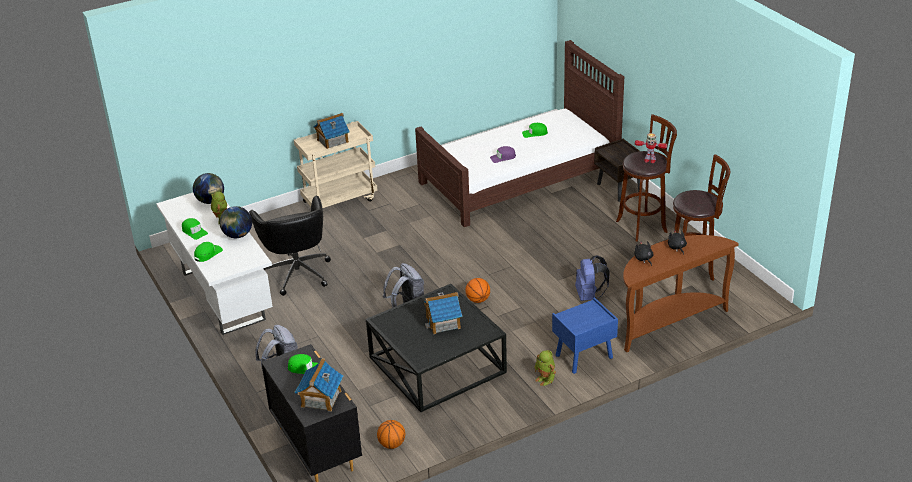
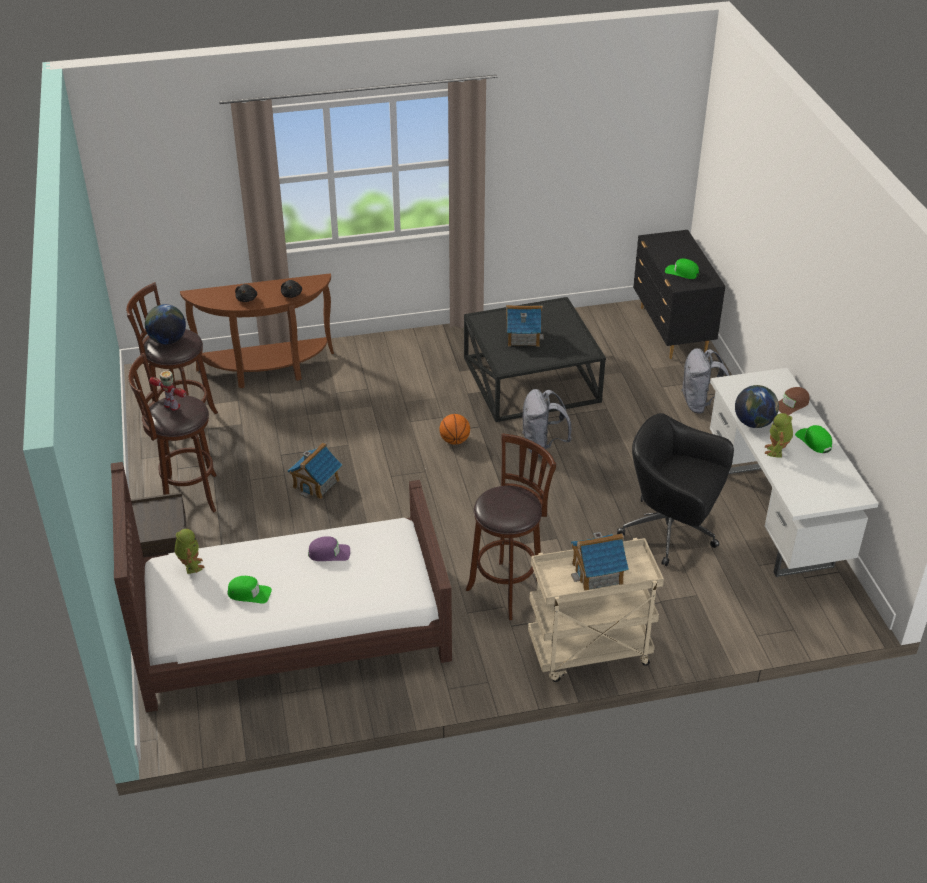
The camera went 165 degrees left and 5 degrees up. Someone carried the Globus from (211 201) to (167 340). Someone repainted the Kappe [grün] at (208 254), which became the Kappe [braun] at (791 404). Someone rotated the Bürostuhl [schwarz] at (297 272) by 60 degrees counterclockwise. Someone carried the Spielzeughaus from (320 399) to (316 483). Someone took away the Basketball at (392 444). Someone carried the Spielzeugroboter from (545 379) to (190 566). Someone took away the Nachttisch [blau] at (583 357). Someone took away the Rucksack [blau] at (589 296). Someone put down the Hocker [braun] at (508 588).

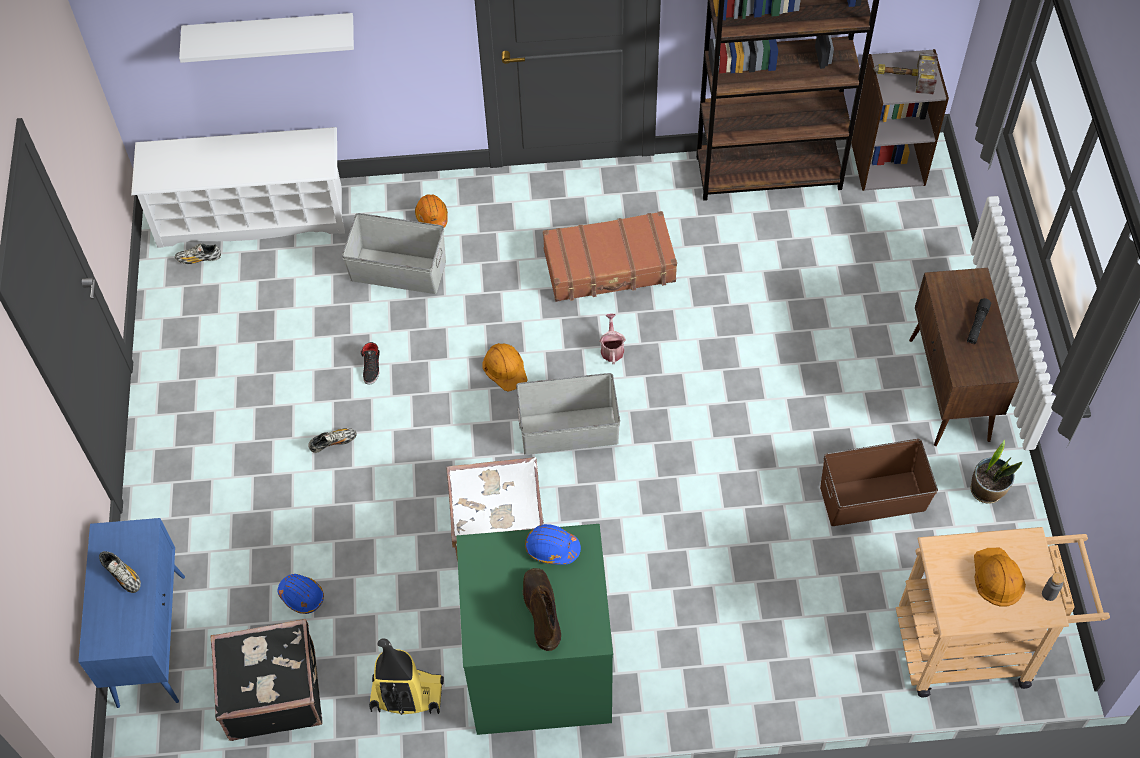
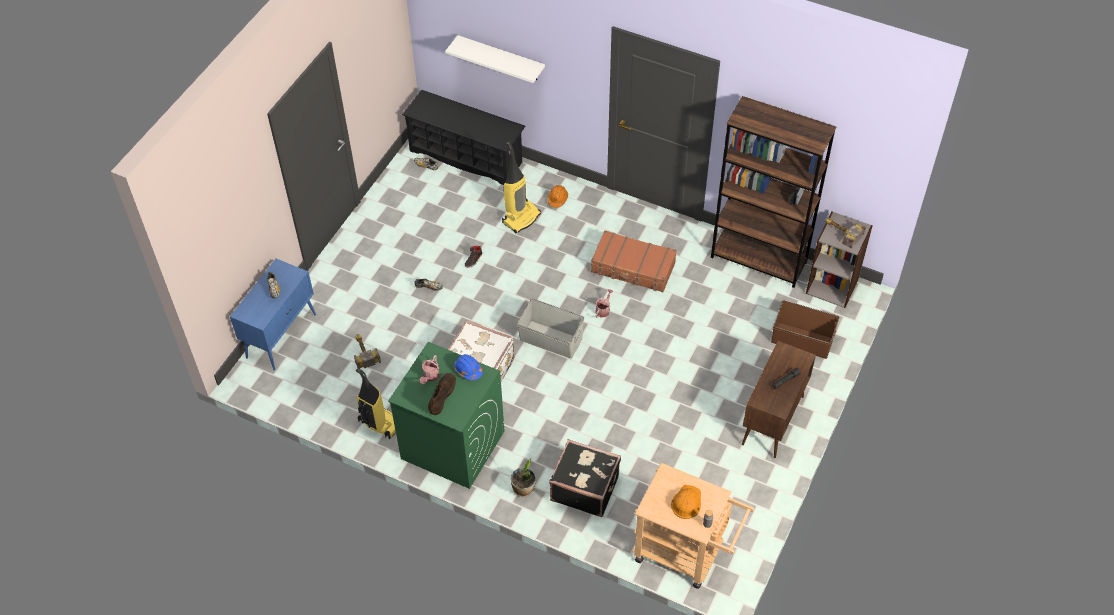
The camera went 30 degrees right and 5 degrees down. Someone repainted the Schuhregal [weiß] at (252 216), which became the Schuhregal [schwarz] at (466 157). Someone carried the Koffer [schwarz] from (272 691) to (584 487). Someone swapped the Schutzhelm [blau] at (302 596) for the Hammer at (363 352). Someone swapped the Aufbewahrungsbox [grau] at (398 270) for the Staubsauger at (521 218). Someone took away the Schutzhelm [orange] at (505 368). Someone carried the Aufbewahrungsbox [braun] from (873 499) to (802 340). Someone carried the Topfpflanze from (987 490) to (523 489). Someone put down the Gießkanne at (430 376).

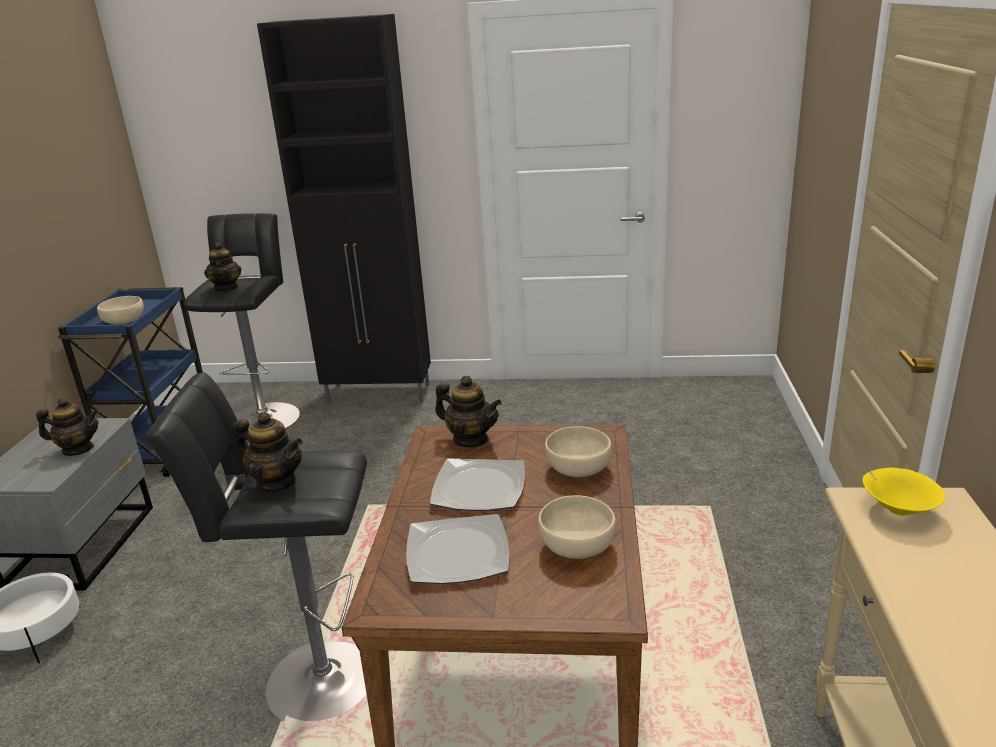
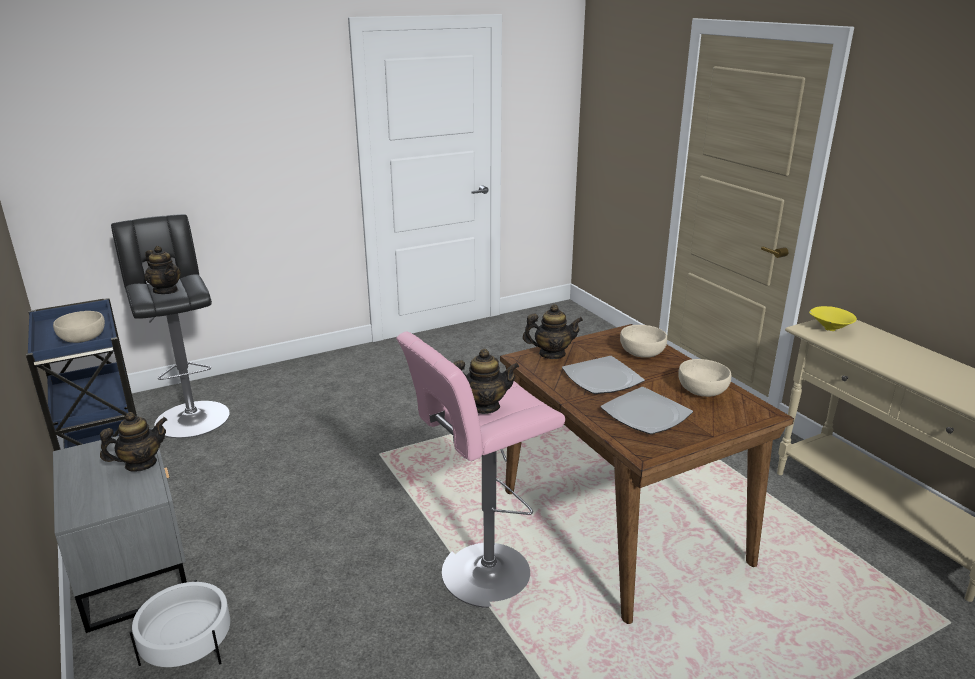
The camera went 35 degrees left and 0 degrees up. Someone repainted the Hocker [schwarz] at (315 681), which became the Hocker [rosa] at (482 575). Someone took away the Schrank [schwarz] at (380 394).

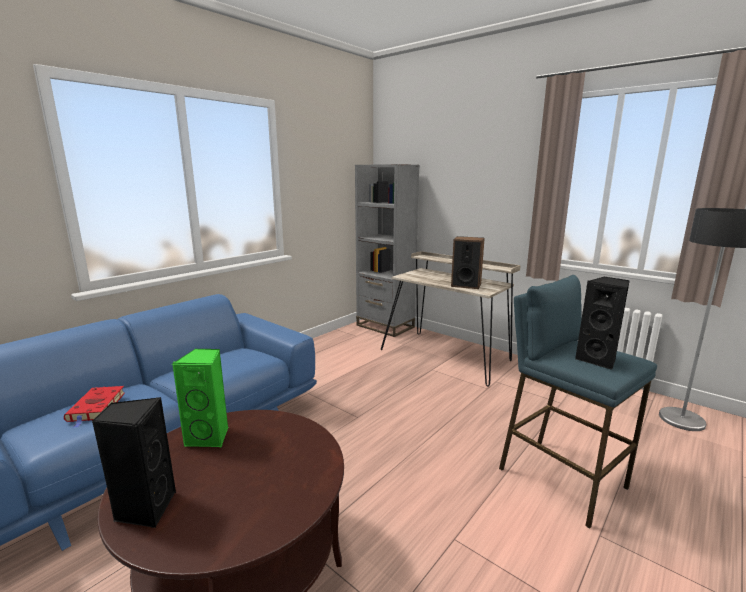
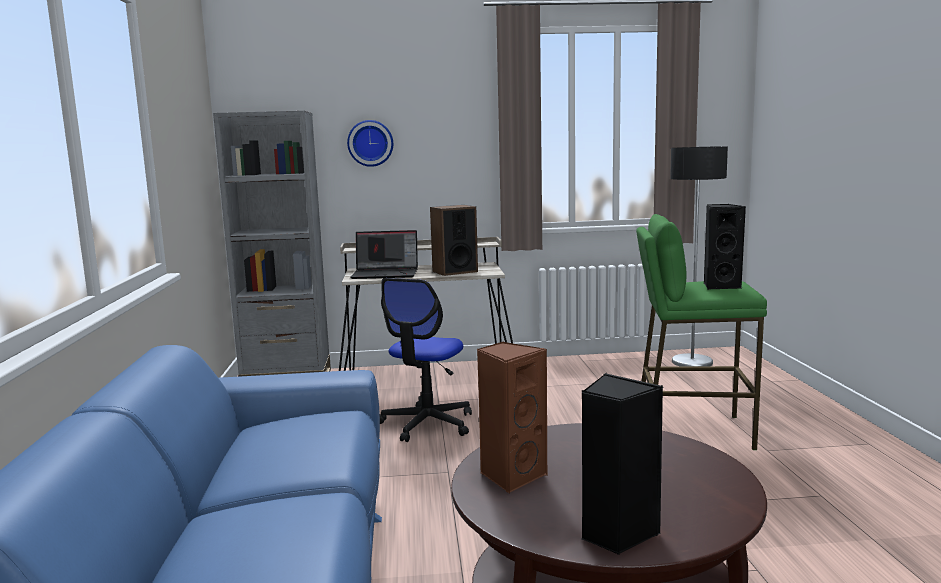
The camera went 45 degrees left and 5 degrees down. Someone took away the Buch [rot] at (96 408). Someone repainted the Lautsprecher [grün] at (210 437), which became the Lautsprecher [braun] at (511 476). Someone repainted the Hocker [blau] at (560 478), which became the Hocker [grün] at (691 431). Someone put up the Wanduhr at (370 143). Someone put down the Laptop at (386 274). Someone put down the Bürostuhl at (427 424).

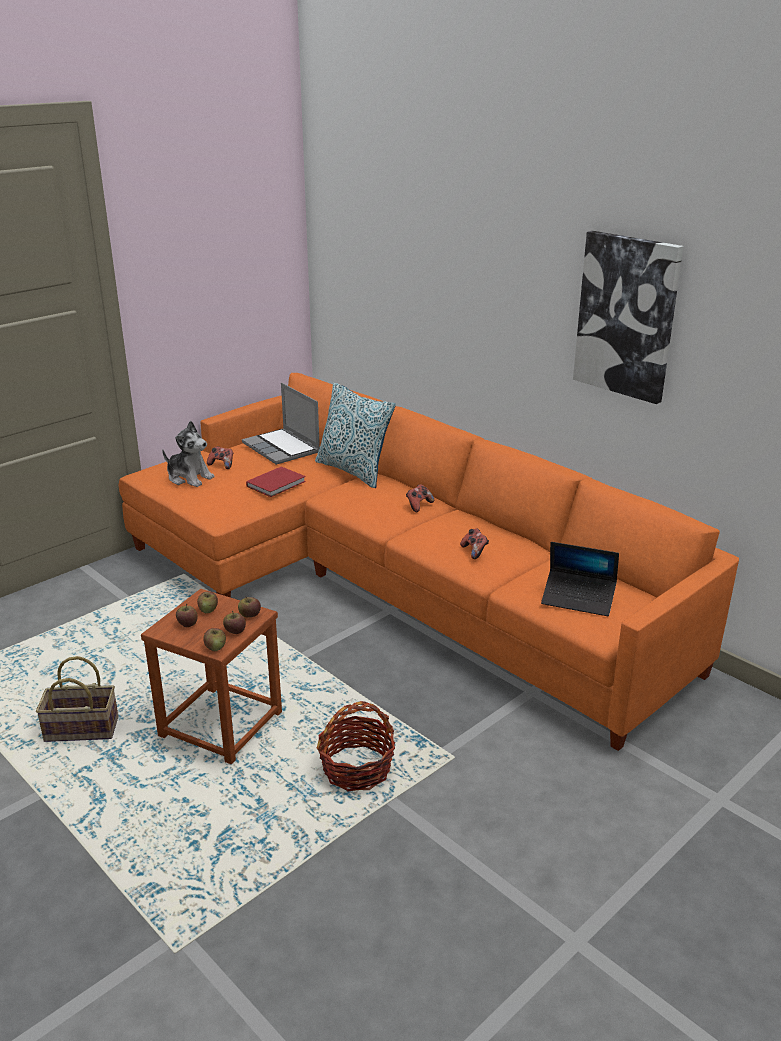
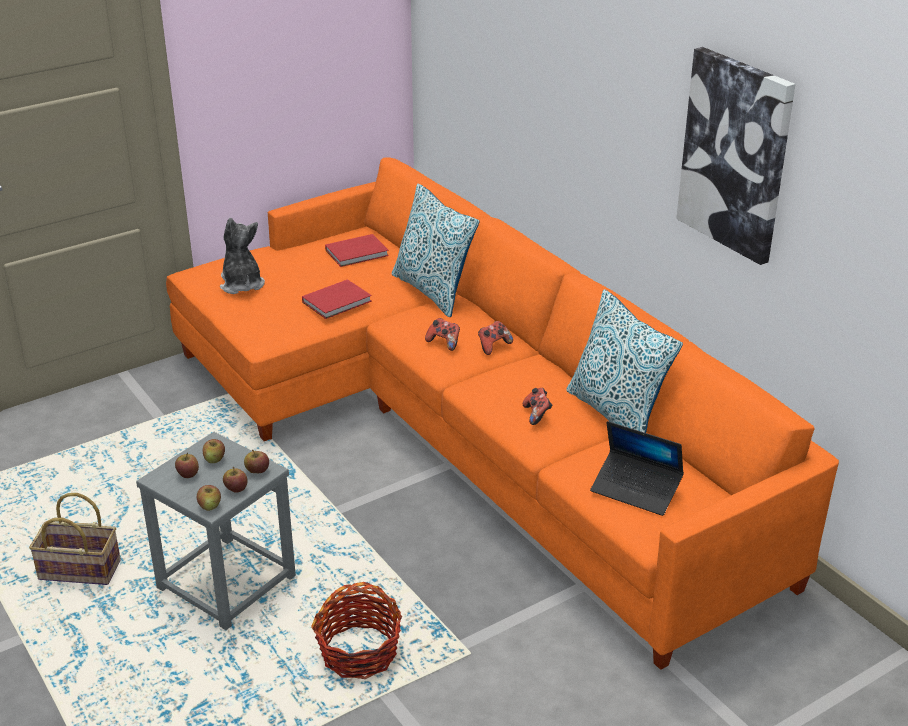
The camera went 10 degrees right and 5 degrees up. Someone repainted the Hocker [braun] at (220 725), which became the Hocker [grau] at (225 583). Someone rotated the Plüschtier at (189 478) by 150 degrees counterclockwise. Someone carried the Gamepad from (222 465) to (444 343). Someone swapped the Laptop at (282 448) for the Buch [rot] at (358 253). Someone put down the Kissen at (616 415).

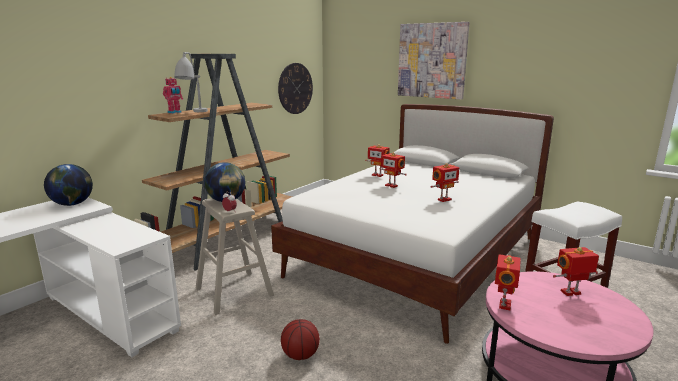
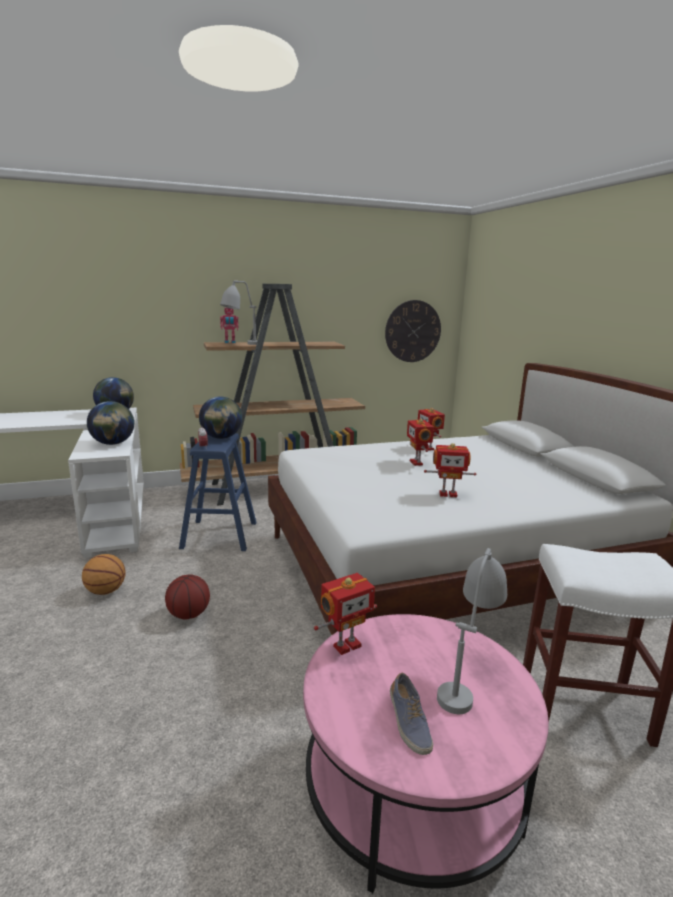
The camera went 35 degrees right and 0 degrees up. Someone repainted the Hocker [beige] at (234 291), which became the Hocker [blau] at (219 535). Someone took away the Bild at (432 60). Someone swapped the Spielzeugroboter at (571 293) for the Tischlampe [grau] at (467 676). Someone put down the Basketball at (106 591). Someone put down the Globus at (113 443). Someone put down the Schuh at (408 723).

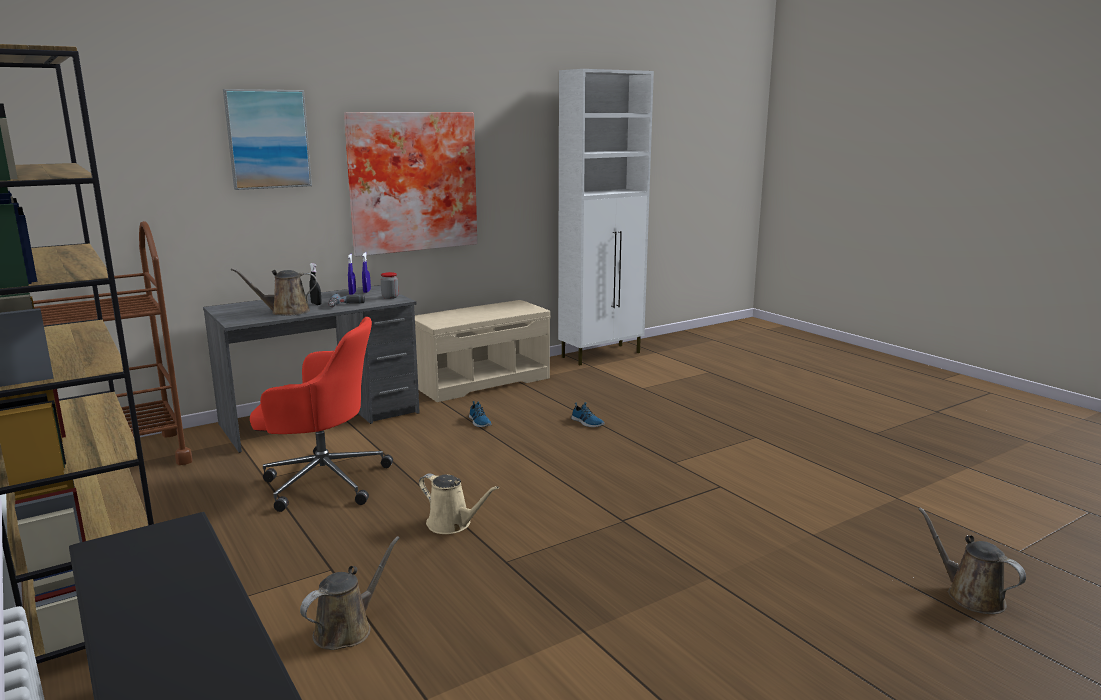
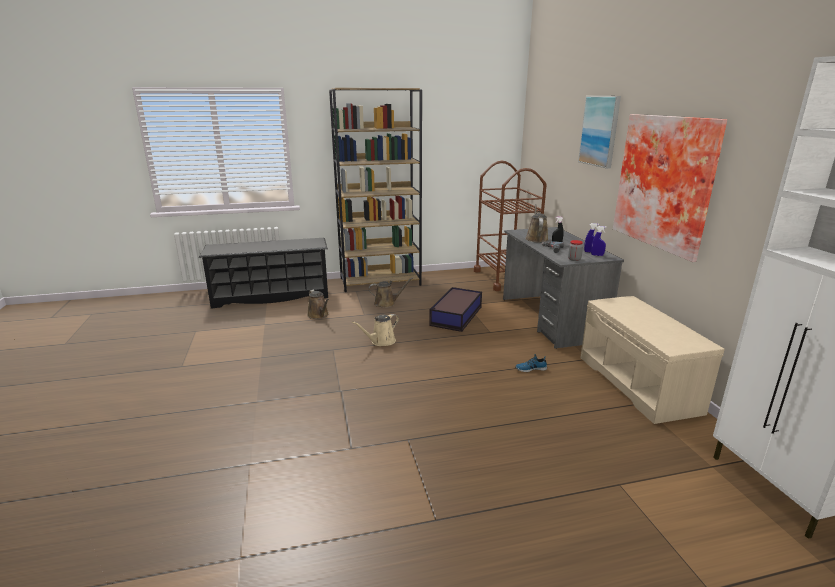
The camera went 110 degrees right and 5 degrees up. Someone swapped the Bürostuhl [rot] at (323 481) for the Aufbewahrungsbox at (455 316). Someone took away the Schuh at (587 422). Someone carried the Gießkanne [braun] from (970 595) to (387 303).

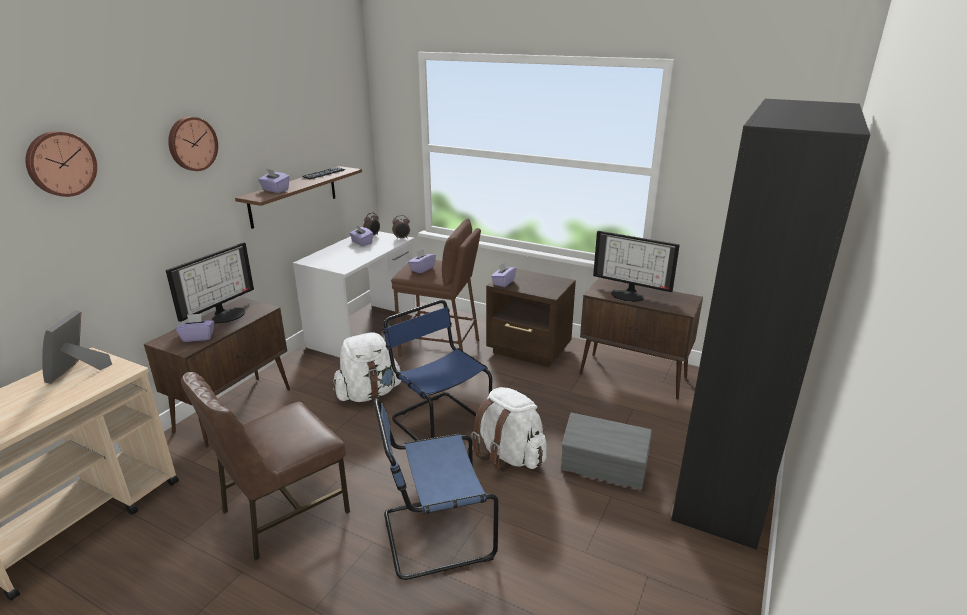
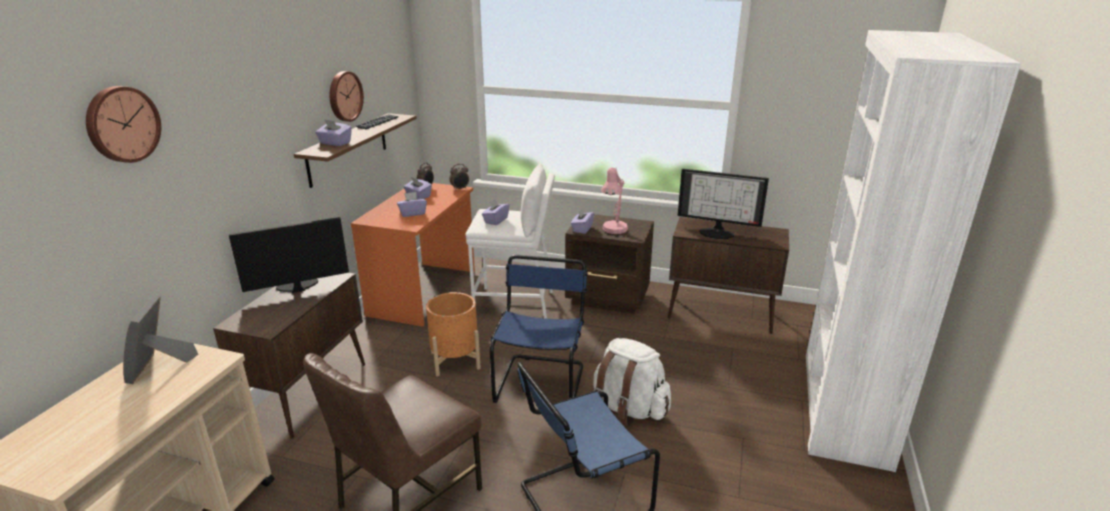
The camera went 10 degrees left and 0 degrees up. Someone rotated the Monitor at (226 314) by 135 degrees counterclockwise. Someone carried the Wanduhr from (191 143) to (344 96). Someone carried the Taschentuchbox [lila] from (198 337) to (412 213). Someone repainted the Schreibtisch [weiß] at (364 330), which became the Schreibtisch [orange] at (424 292). Someone swapped the Rucksack [weiß] at (368 394) for the Pflanzkübel [orange] at (455 360). Someone rotated the Stuhl [blau] at (438 421) by 60 degrees clockwise. Someone repainted the Hocker [braun] at (440 348), which became the Hocker [weiß] at (514 304). Someone took away the Aufbewahrungsbox [grau] at (604 468). Someone repainted the Bücherregal [schwarz] at (725 478), which became the Bücherregal [weiß] at (843 407). Someone put down the Tischlampe [rosa] at (613 231).

